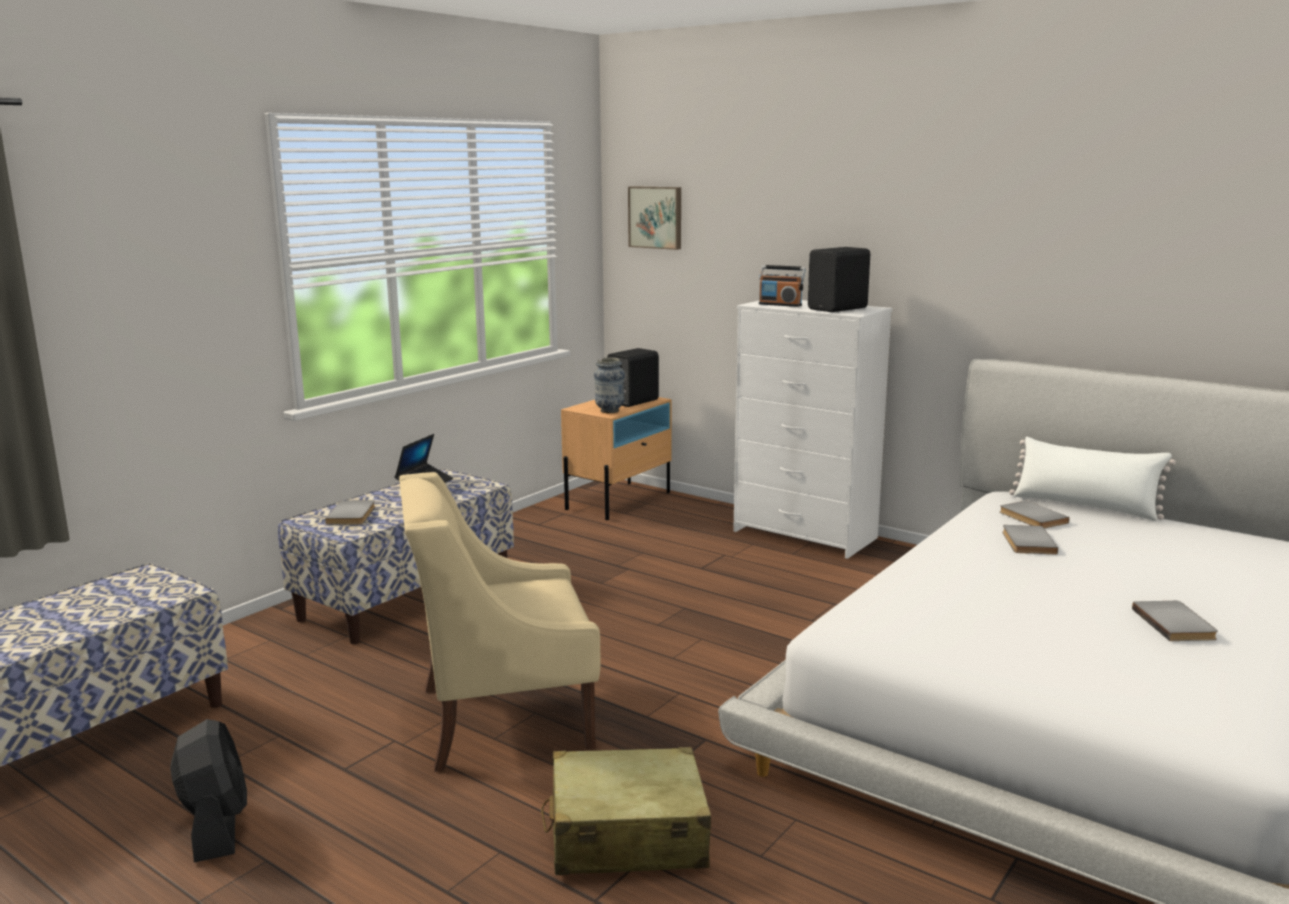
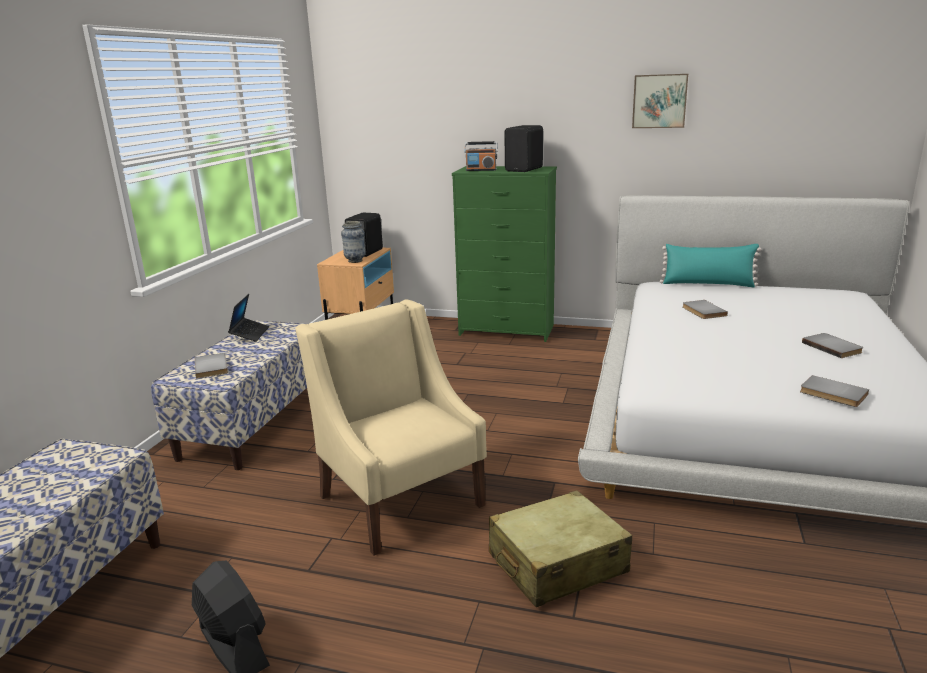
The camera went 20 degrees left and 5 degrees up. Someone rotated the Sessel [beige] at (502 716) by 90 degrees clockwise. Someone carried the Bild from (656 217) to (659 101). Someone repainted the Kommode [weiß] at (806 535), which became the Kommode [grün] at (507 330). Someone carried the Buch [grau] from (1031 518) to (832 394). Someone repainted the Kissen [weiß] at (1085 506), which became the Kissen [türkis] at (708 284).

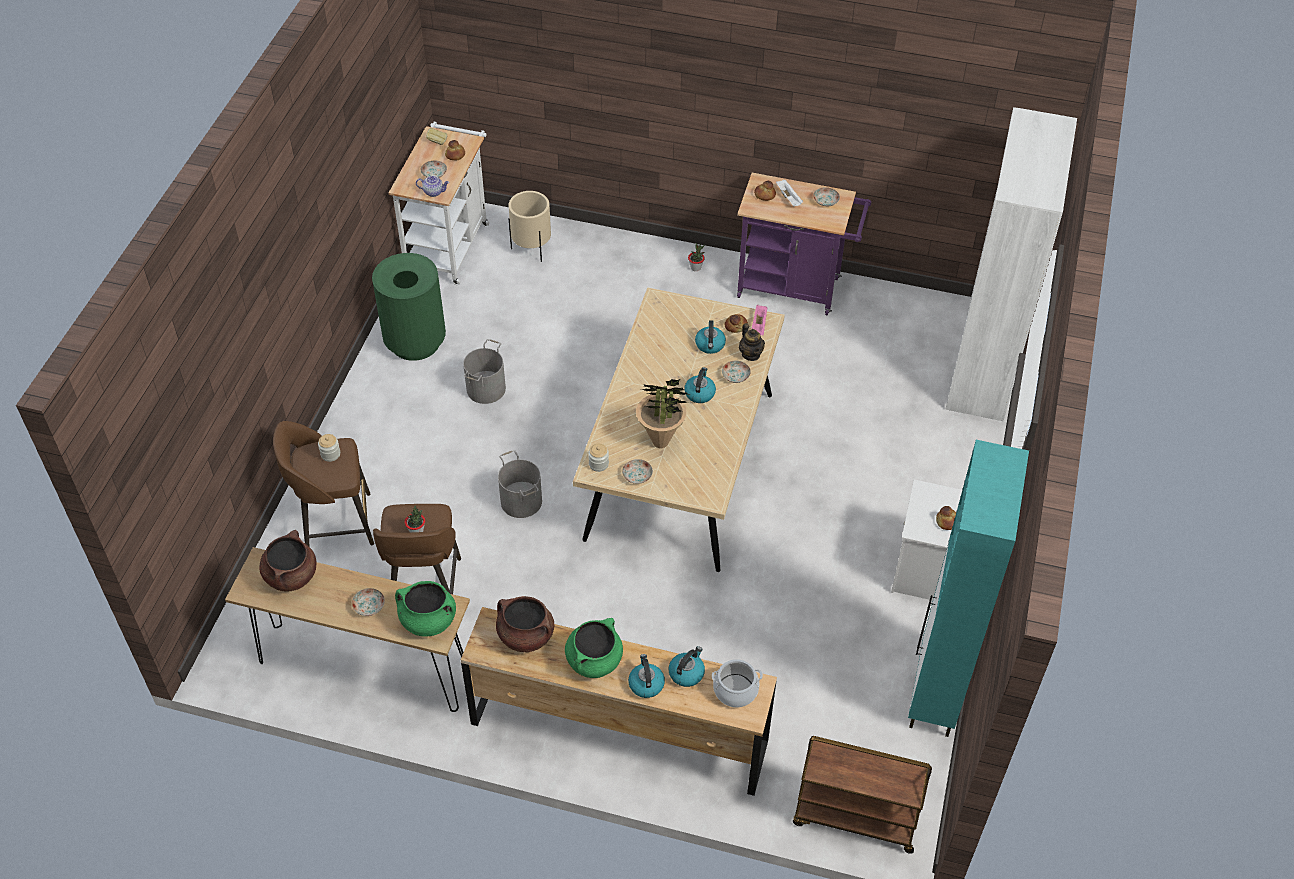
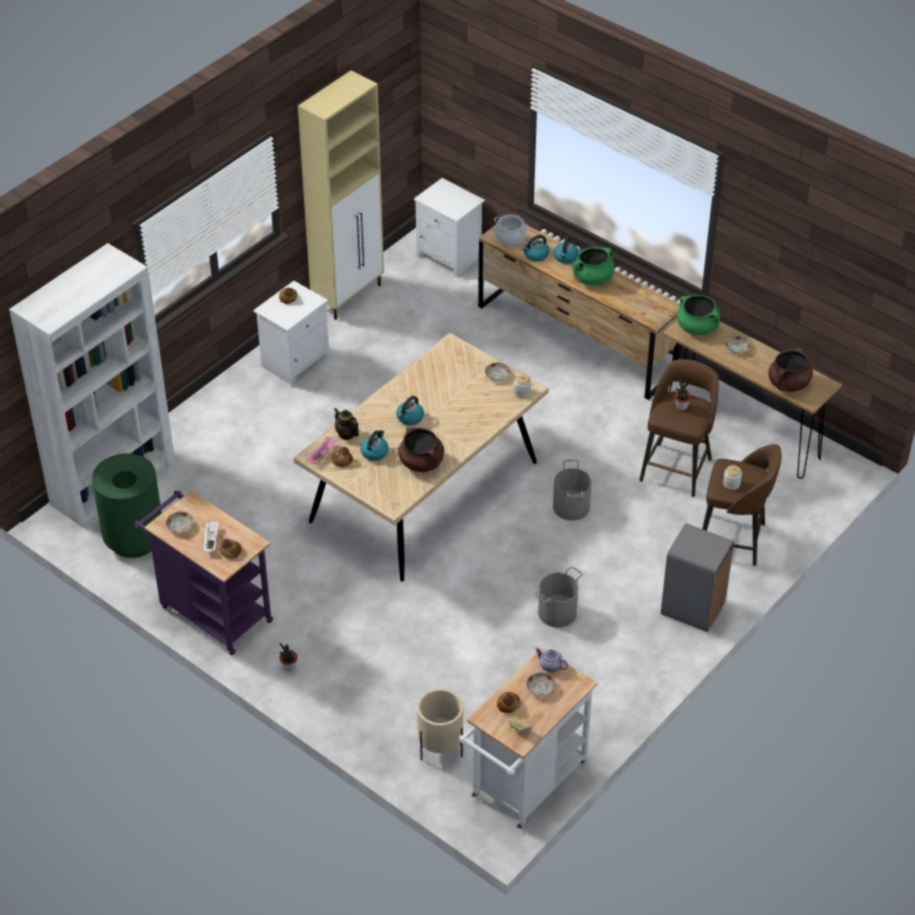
The camera went 155 degrees left and 5 degrees down. Someone carried the Mülleimer [grün] from (415 342) to (134 539). Someone carried the Kochtopf [braun] from (525 636) to (421 463). Someone took away the Topfpflanze at (661 442). Someone took away the Teller at (736 376). Someone rotated the Teekanne at (751 354) by 45 degrees counterclockwise. Someone swapped the Rollwagen [braun] at (854 817) for the Nachttisch [weiß] at (450 256). Someone repainted the Schrank [türkis] at (935 693), which became the Schrank [beige] at (348 296). Someone put down the Mülleimer [grau] at (693 609).

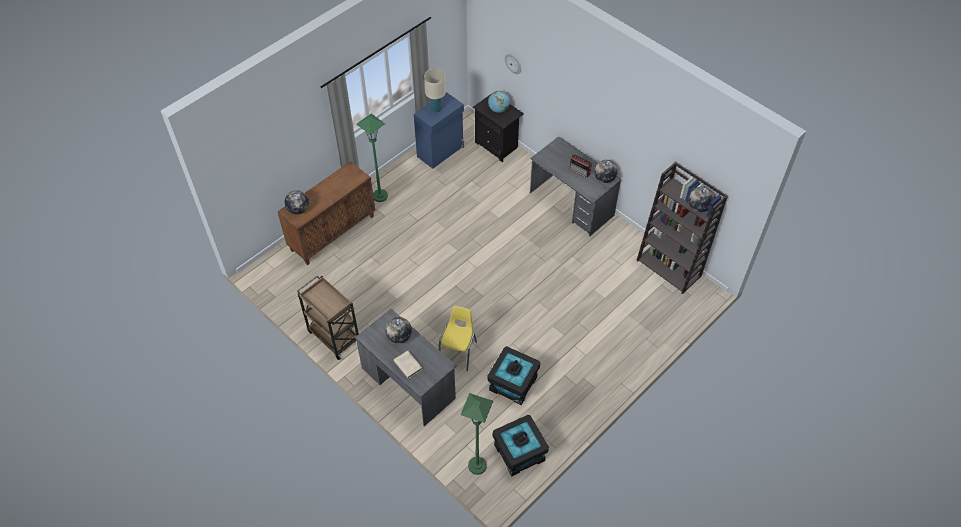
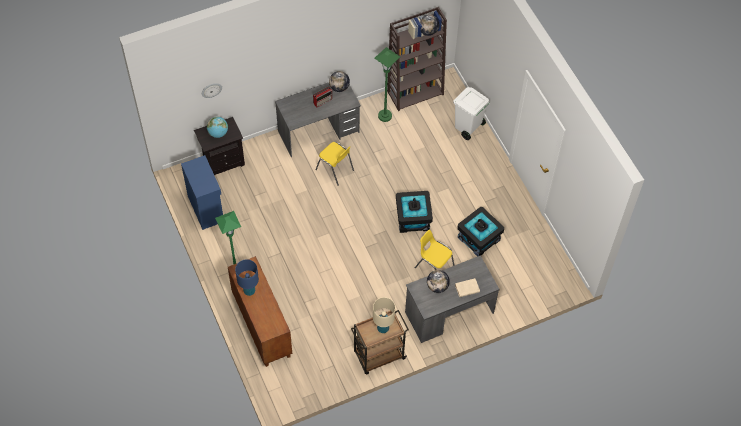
The camera went 70 degrees left and 5 degrees up. Someone took away the Globus at (298 210). Someone carried the Tischlampe [beige] from (436 109) to (383 328). Someone carried the Stehlampe [grün] from (477 466) to (385 116). Someone carried the Aufbewahrungsbox [schwarz] from (519 453) to (413 218). Someone put down the Tischlampe [blau] at (249 291). Someone put down the Stuhl [gelb] at (335 170). Someone put down the Mülleimer [weiß] at (468 127).

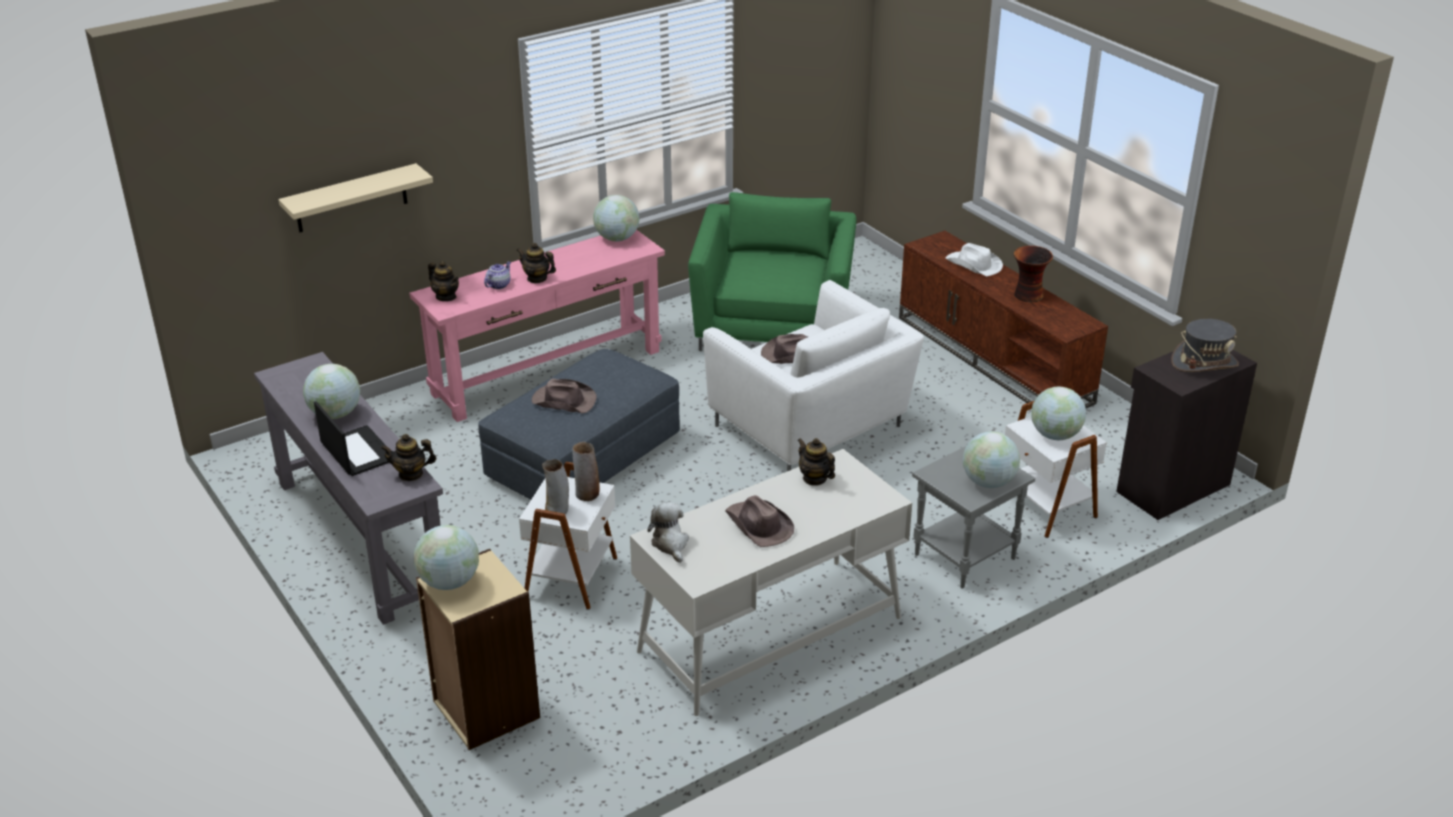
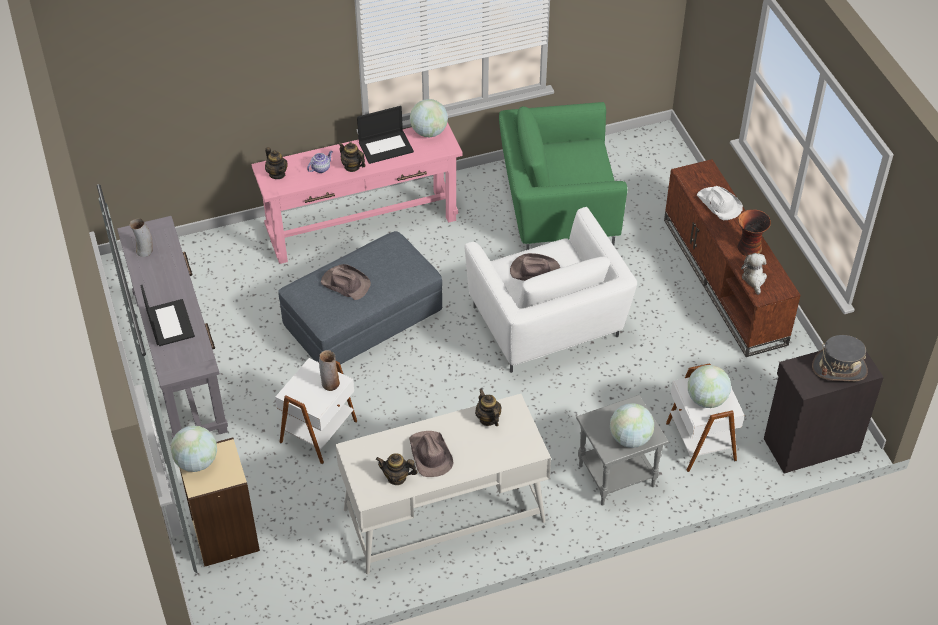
The camera went 15 degrees right and 15 degrees up. Someone took away the Wandregal [beige] at (351 199). Someone took away the Globus at (335 414). Someone carried the Teekanne from (411 474) to (397 477). Someone carried the Vase from (557 509) to (145 250). Someone carried the Plüschtier from (670 544) to (754 279). Someone rotated the Sessel [grün] at (773 326) by 120 degrees counterclockwise. Someone put down the Laptop at (386 146).

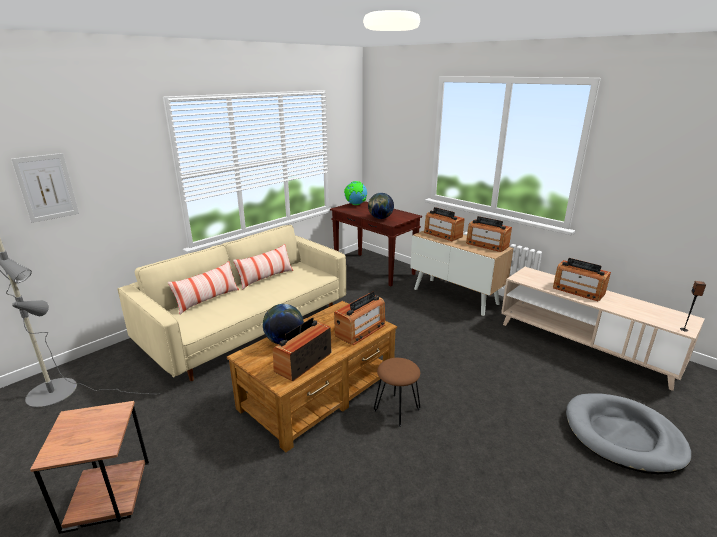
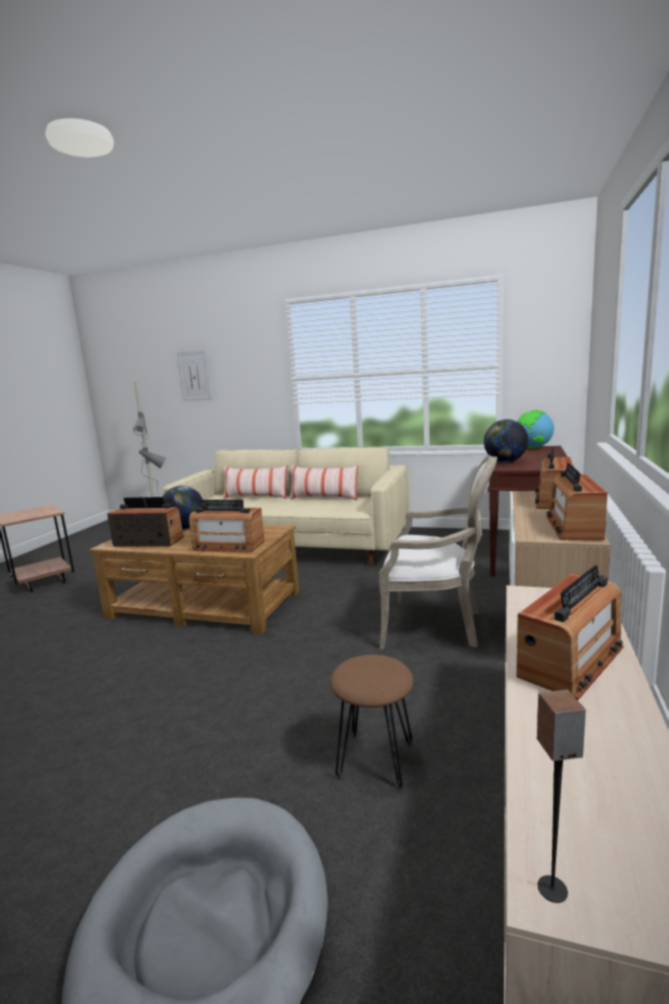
The camera went 65 degrees right and 10 degrees down. Someone carried the Hocker [braun] from (397 410) to (375 761). Someone rotated the Radio at (578 291) by 150 degrees counterclockwise. Someone put down the Sessel at (436 626).

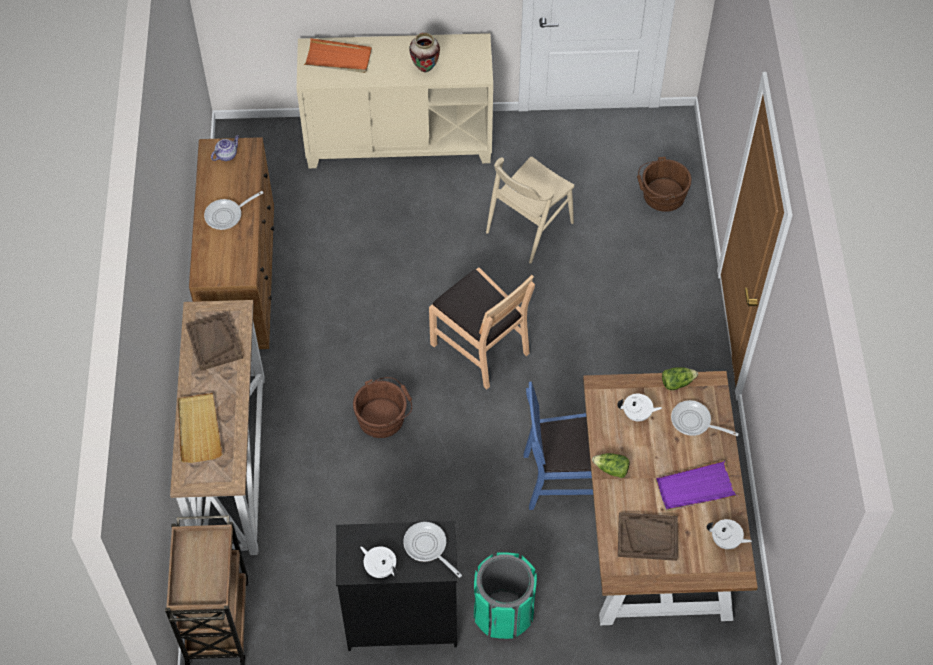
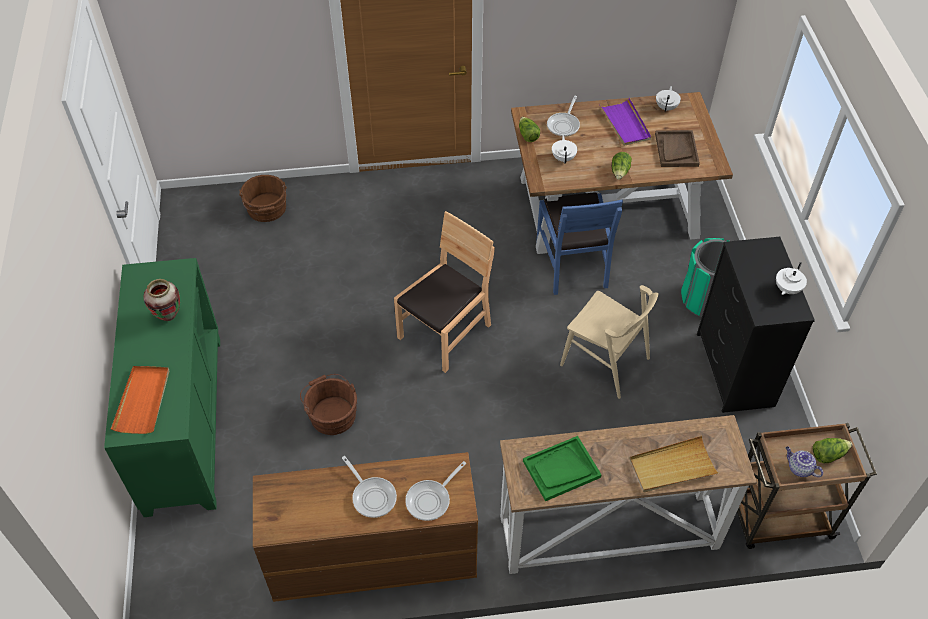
The camera went 95 degrees left and 5 degrees down. Someone repainted the Tablett [braun] at (214 342), which became the Tablett [grün] at (561 469). Someone carried the Teekanne from (227 155) to (799 468). Someone repainted the Schrank [beige] at (399 141), which became the Schrank [grün] at (183 423). Someone carried the Eimer [braun] from (383 416) to (331 413). Someone carried the Pfanne from (427 547) to (431 499). Someone carried the Stuhl [beige] from (529 227) to (605 361). Someone put down the Salatkopf at (828 454).

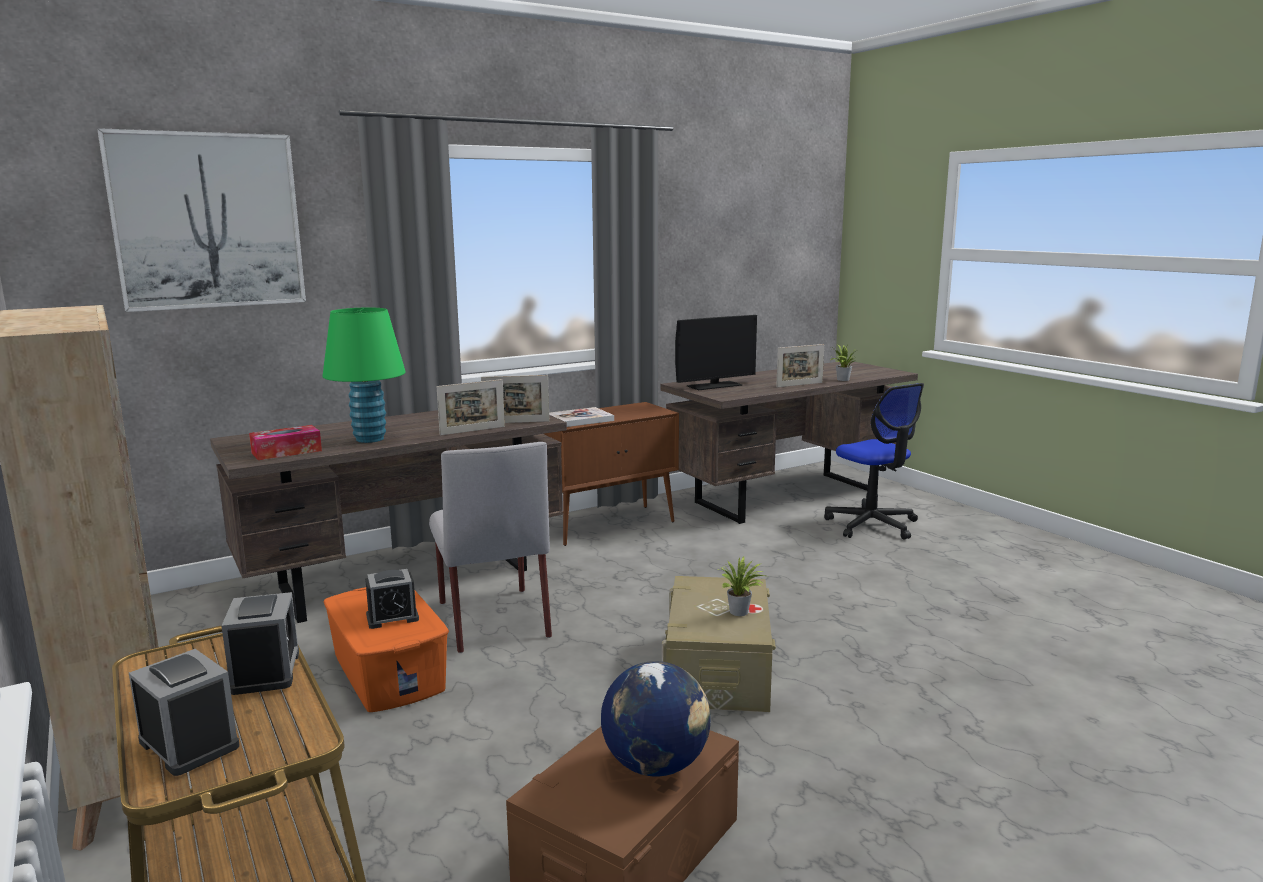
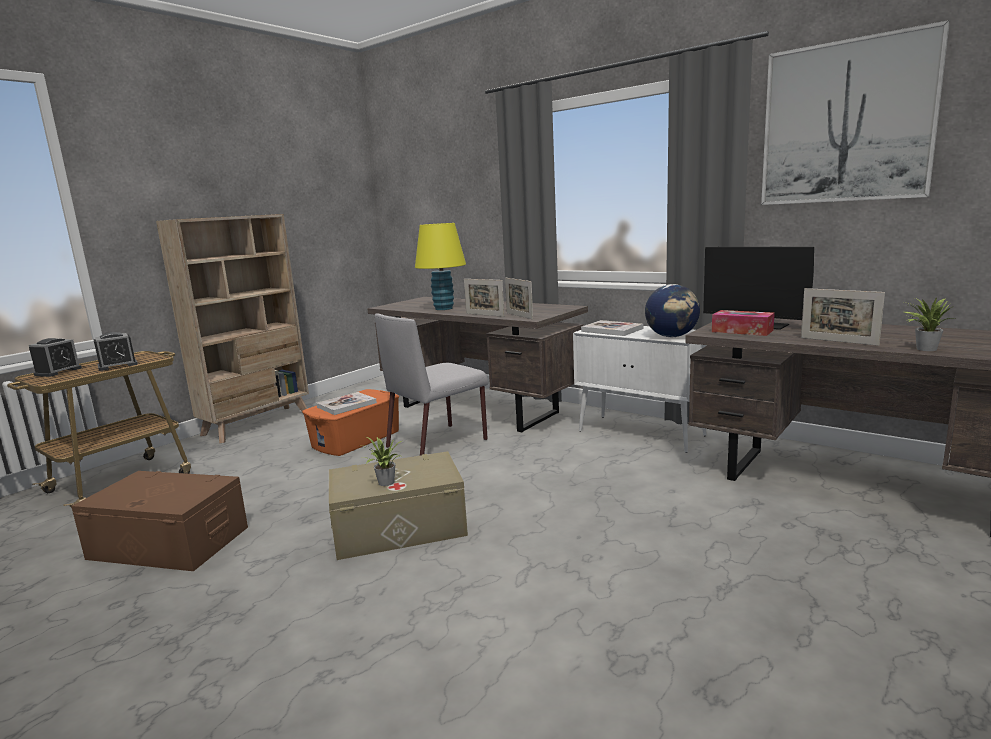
The camera went 70 degrees right and 0 degrees up. Someone carried the Bild from (208 221) to (846 122). Someone carried the Taschentuchbox from (286 452) to (742 331). Someone repainted the Tischlampe [grün] at (369 439), which became the Tischlampe [gelb] at (444 308). Someone swapped the Wecker at (392 617) for the Buch at (346 405). Someone repainted the Schrank [braun] at (608 525), which became the Schrank [weiß] at (642 433). Someone carried the Globus from (656 765) to (672 336). Someone took away the Bürostuhl at (872 525).

